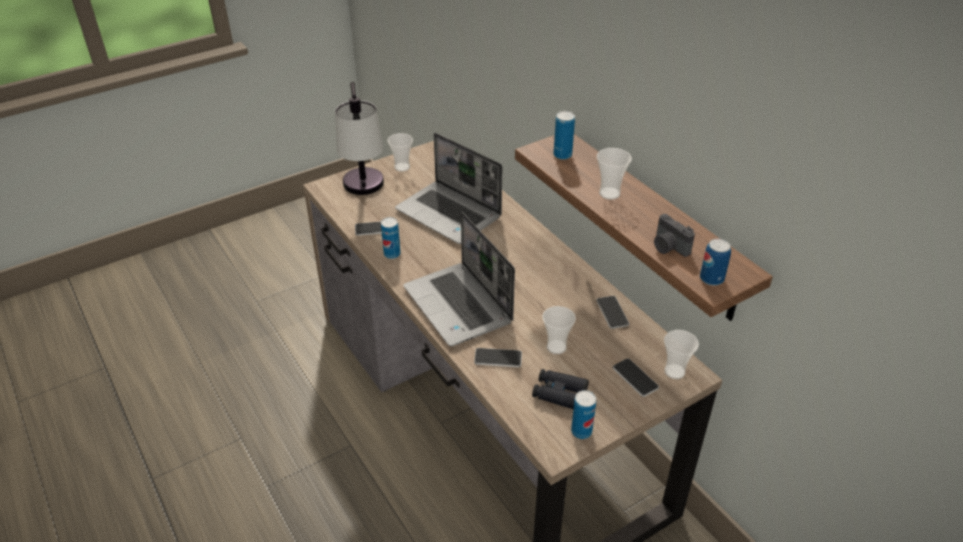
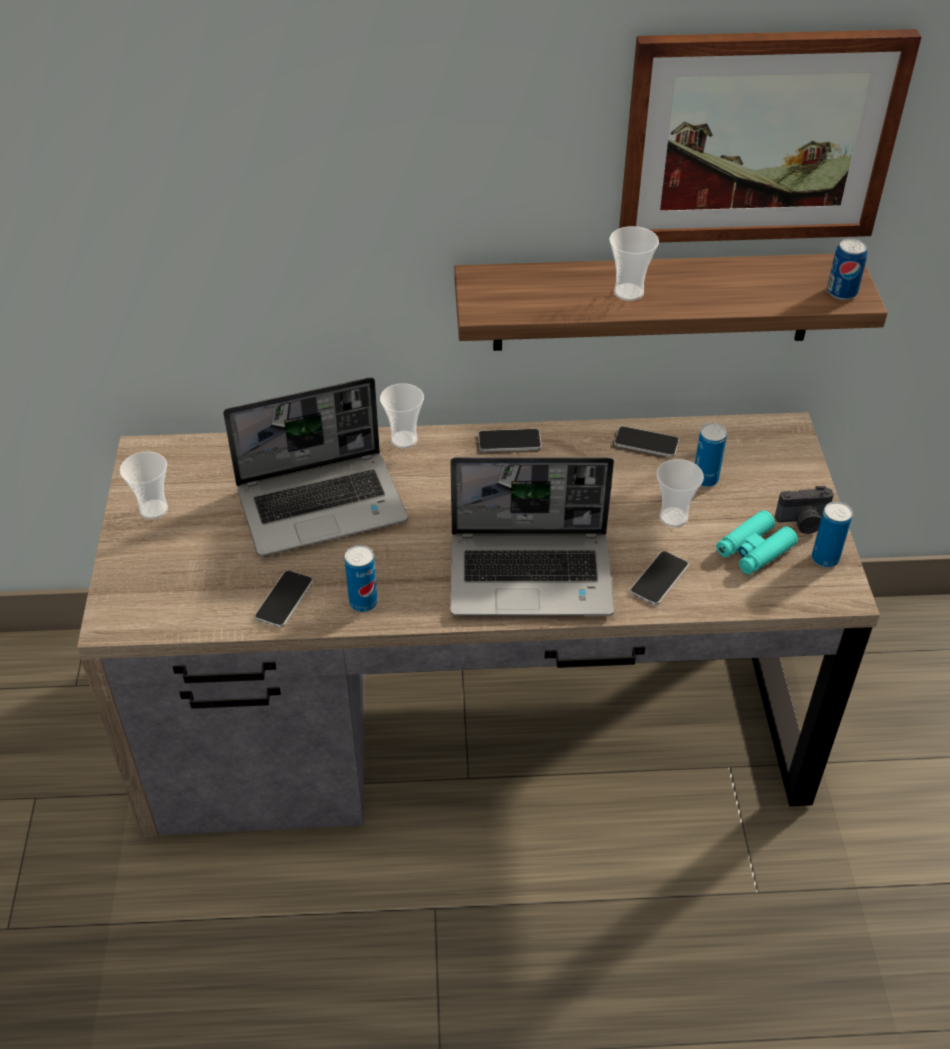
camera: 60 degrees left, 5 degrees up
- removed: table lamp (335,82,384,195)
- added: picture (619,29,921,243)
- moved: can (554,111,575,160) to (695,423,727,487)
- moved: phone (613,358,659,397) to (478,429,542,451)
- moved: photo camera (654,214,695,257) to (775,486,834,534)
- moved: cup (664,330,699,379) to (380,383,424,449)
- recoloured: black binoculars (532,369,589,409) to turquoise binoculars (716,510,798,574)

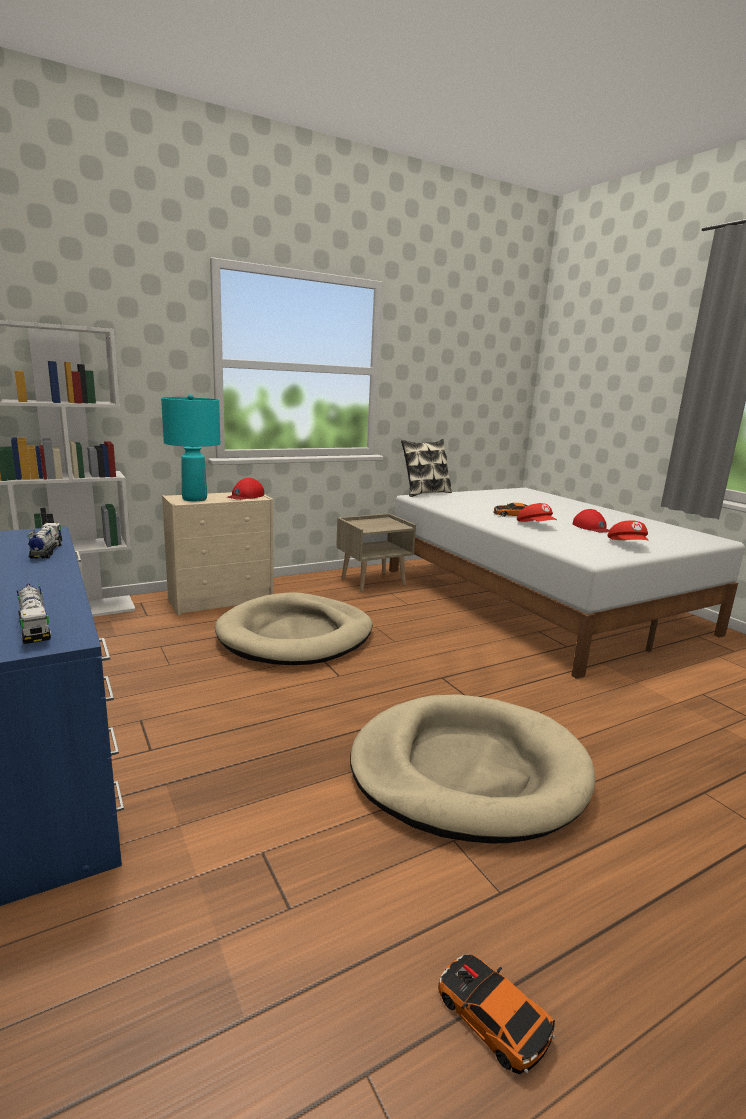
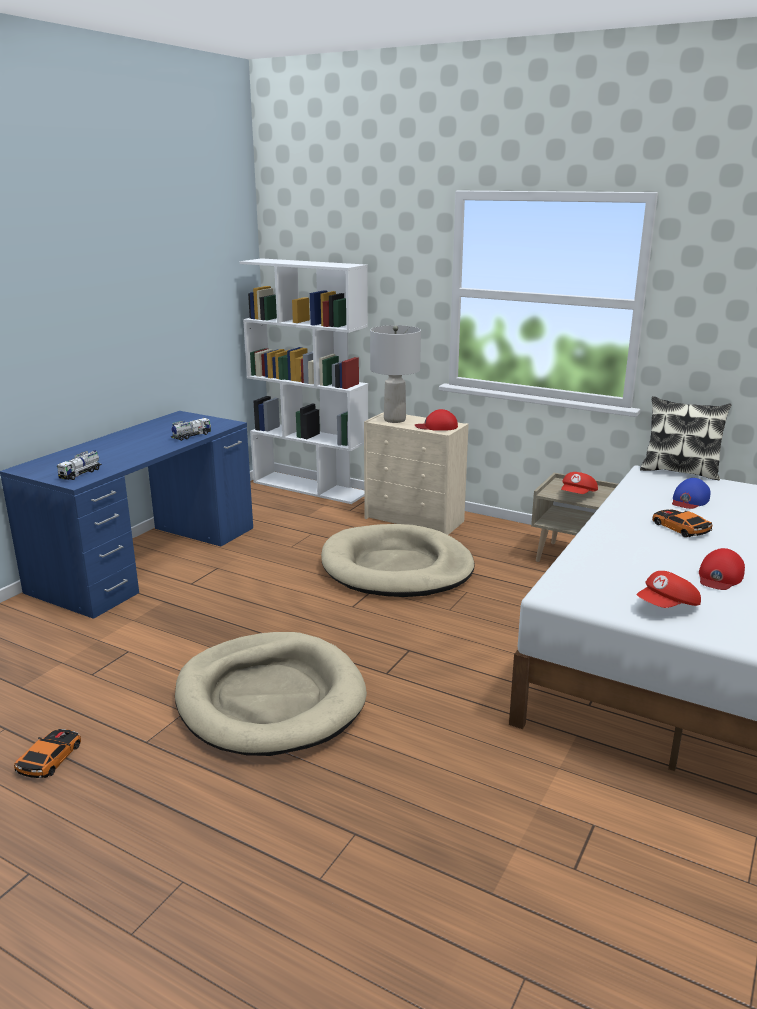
camera: 60 degrees right, 5 degrees up
- added: blue cap (672,478,711,509)
- moved: red cap (517,503,557,522) to (561,472,598,494)
- recoloured: turquoise table lamp (161,394,220,501) to grey table lamp (370,325,421,423)

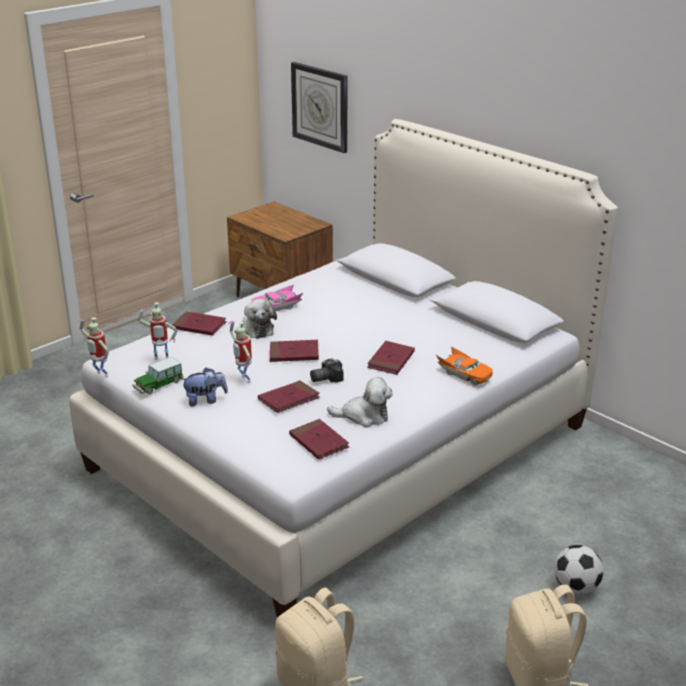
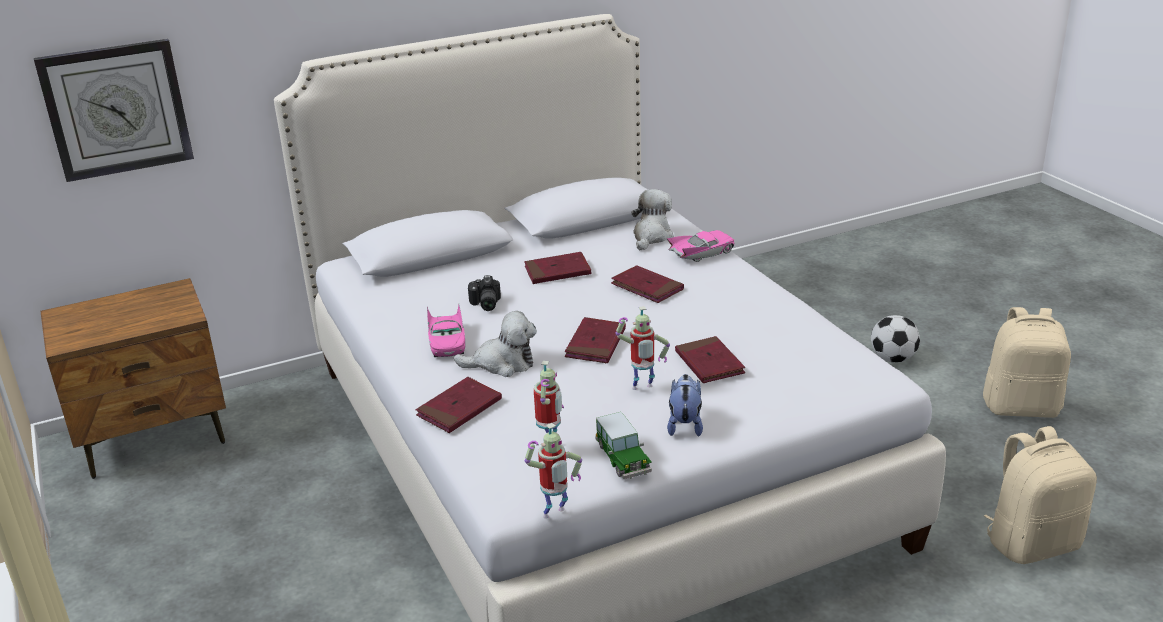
camera: 70 degrees left, 0 degrees up
- moved: red book (289,419,349,460) to (524,252,591,284)
- moved: photo camera (310,358,344,382) to (468,275,501,311)
- moved: plush toy (327,377,393,428) to (631,189,674,250)
- recoloured: orange toy car (436,346,493,386) to pink toy car (667,230,734,262)

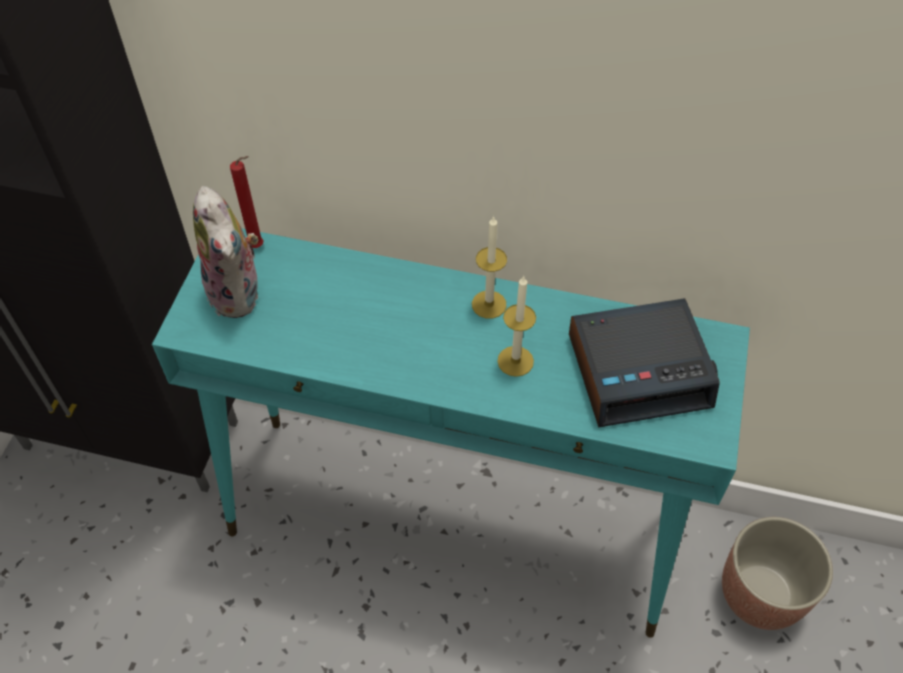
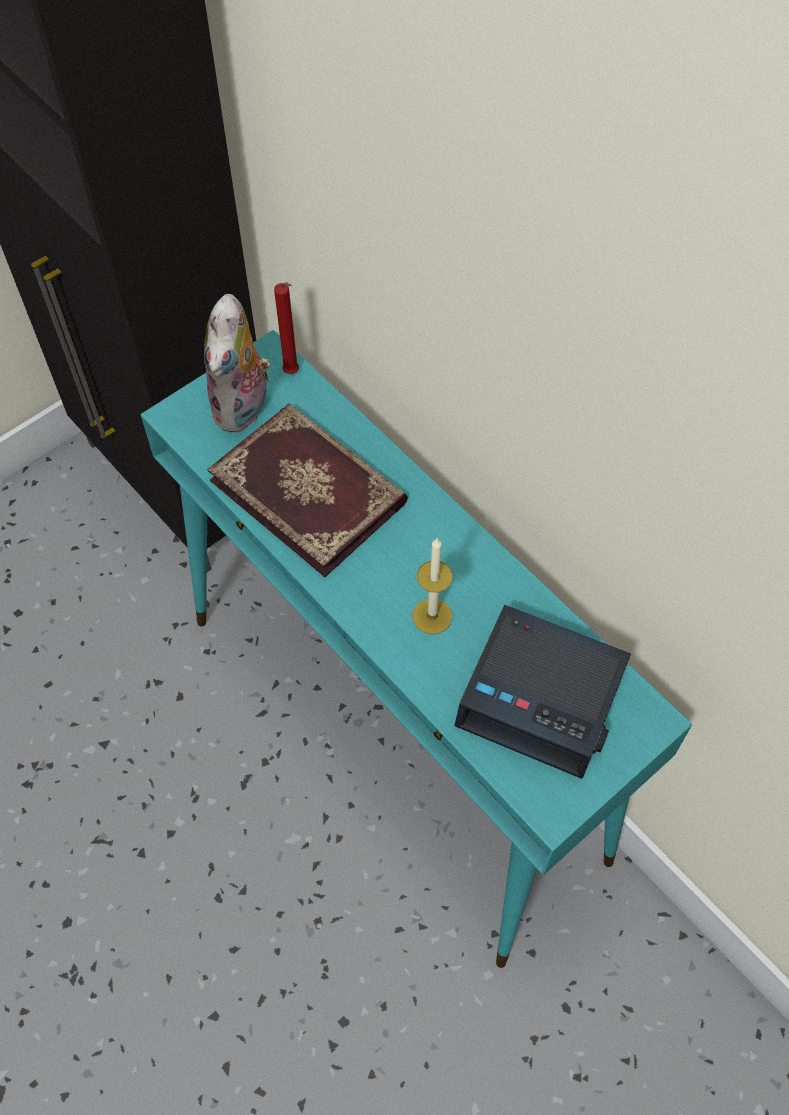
camera: 35 degrees right, 5 degrees up
- removed: candle (472,216,507,319)
- removed: planter (722,517,833,630)
- added: book (207,403,408,577)

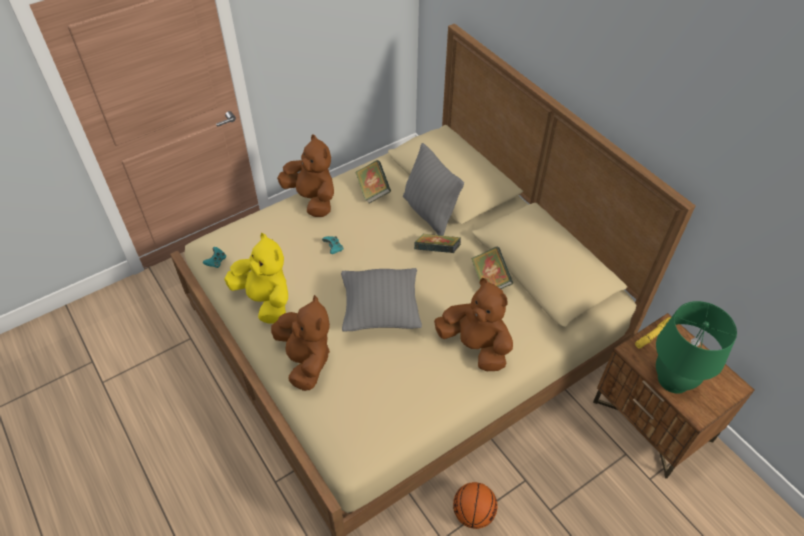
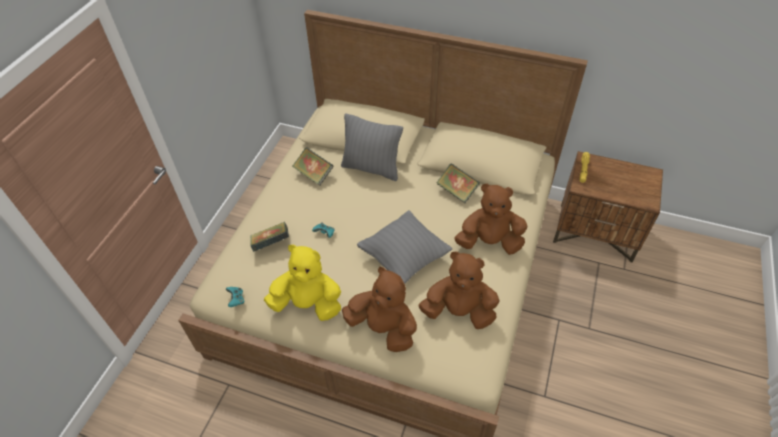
camera: 35 degrees left, 0 degrees up
- removed: basketball (453,482,497,529)
- removed: green table lamp (656,301,737,394)
- moved: brown plush toy (277,135,334,217) to (418,251,500,329)
- moved: book (414,234,461,253) to (250,222,289,252)

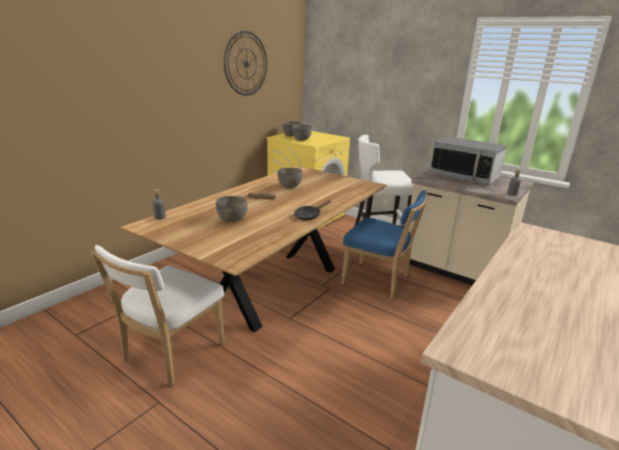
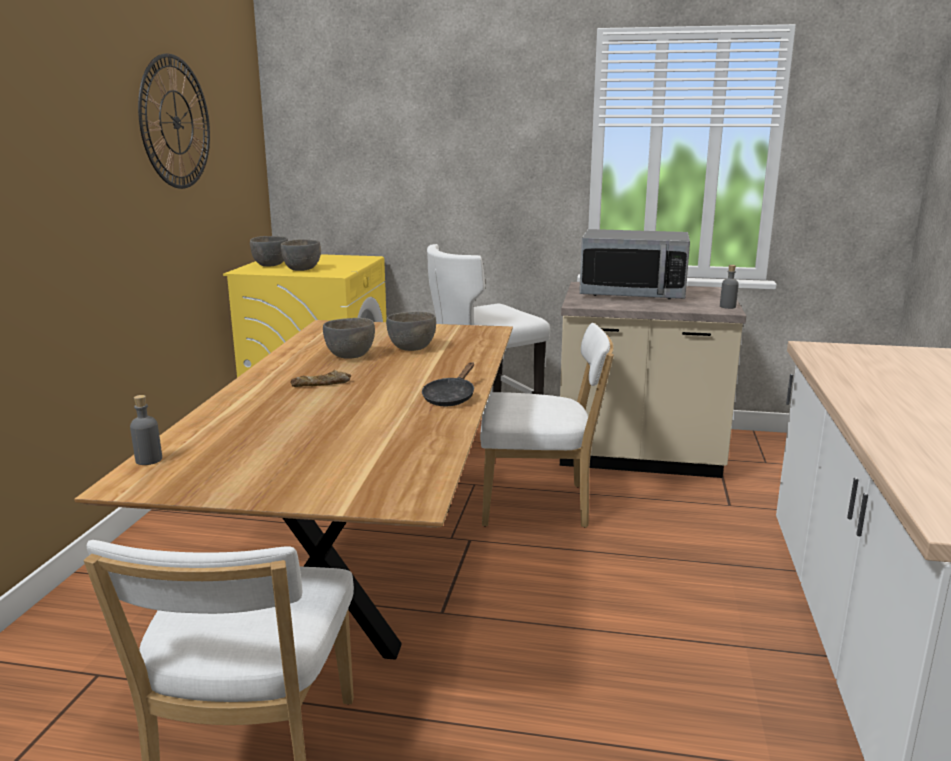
camera: 25 degrees left, 5 degrees down
- moved: grey bowl (216,196,247,222) to (386,311,436,351)
- recoloured: blue chair (341,190,429,299) to white chair (480,323,614,528)

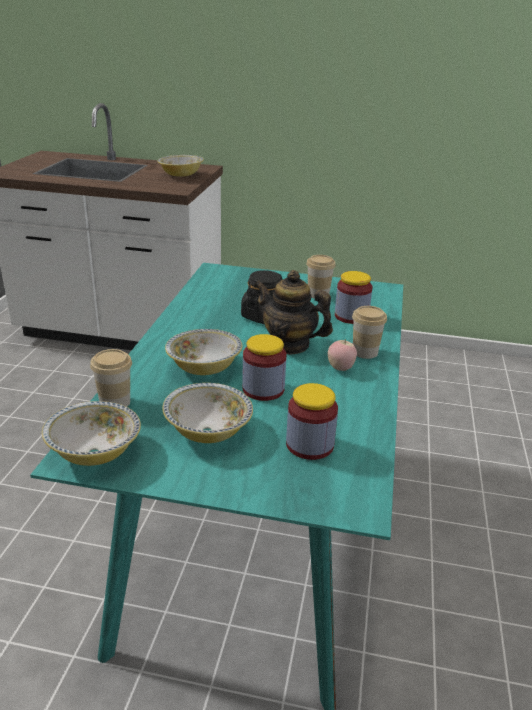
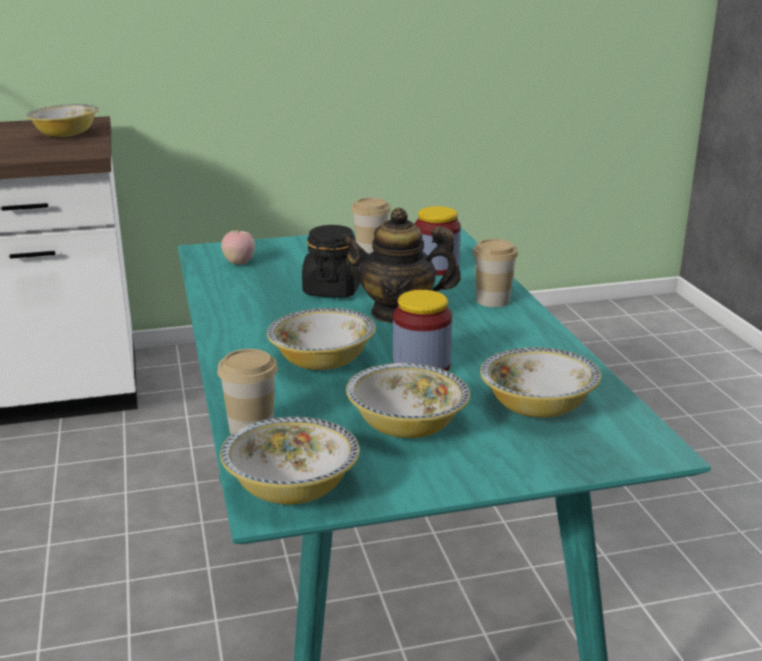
camera: 25 degrees left, 5 degrees down
- moved: apple (328,339,357,371) to (221,227,255,265)
- replaced: jar (286,383,338,460) to bowl (480,347,601,418)

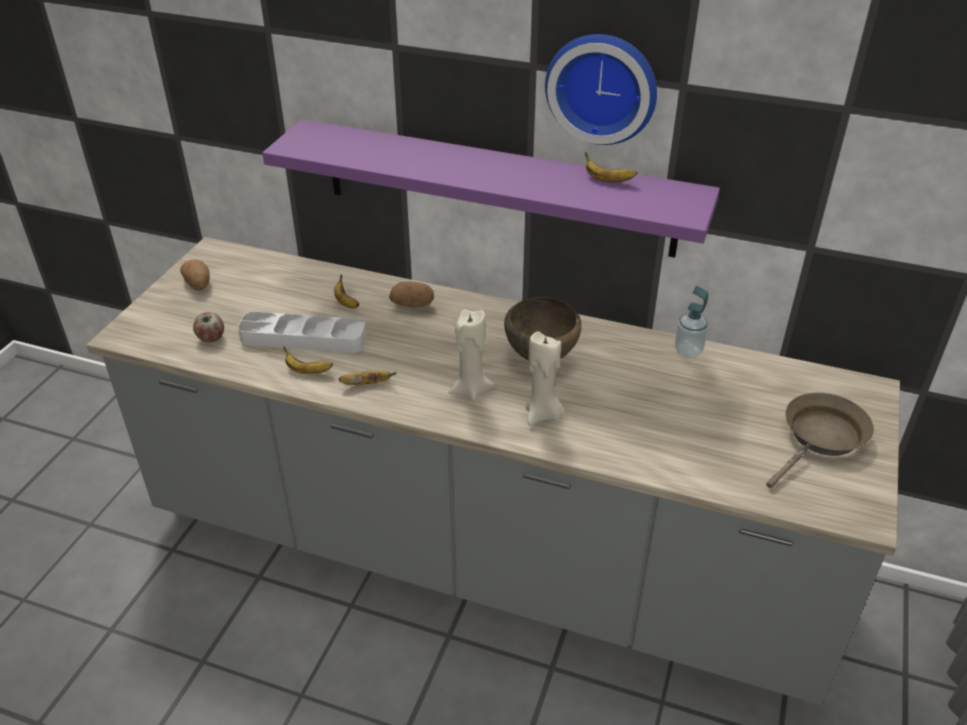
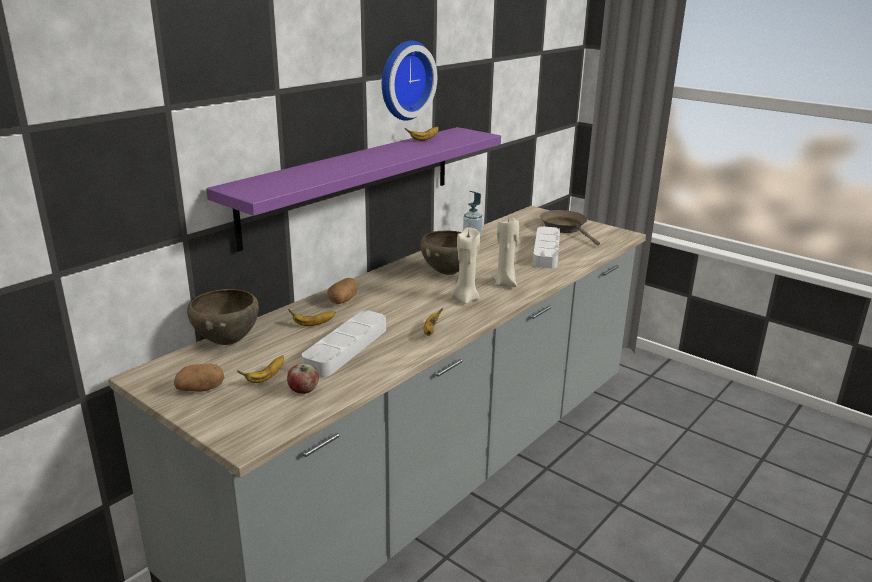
camera: 70 degrees left, 15 degrees down
- added: brown bowl (187,289,259,345)
- added: grey tray (533,226,560,268)
- moved: banana (283,346,333,374) to (237,355,284,383)

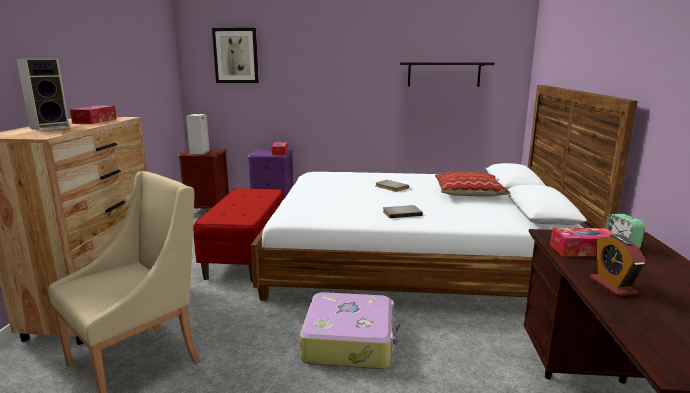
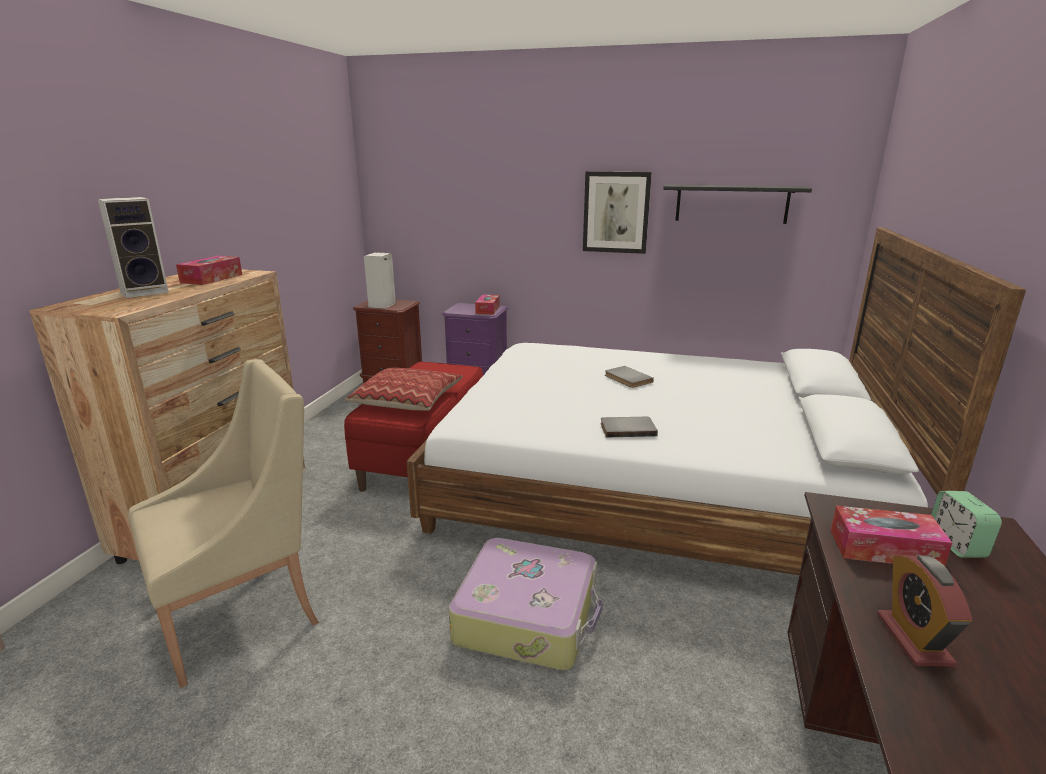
camera: 10 degrees right, 5 degrees up
- moved: picture (212,28,259,83) to (583,171,652,254)
- moved: pillow (435,172,510,197) to (345,368,463,411)

